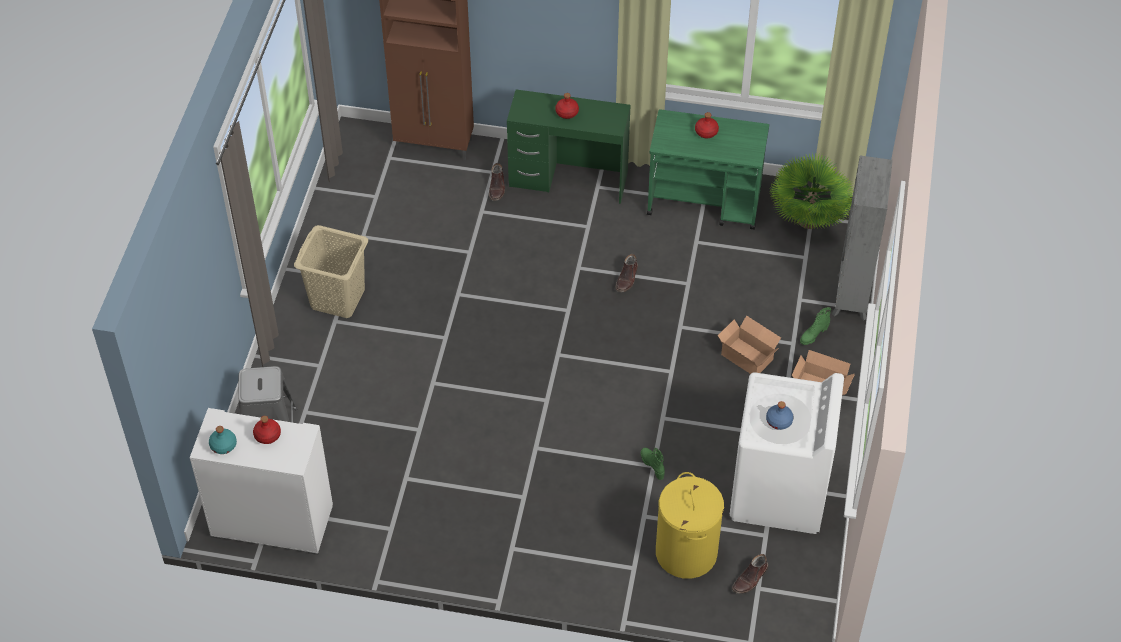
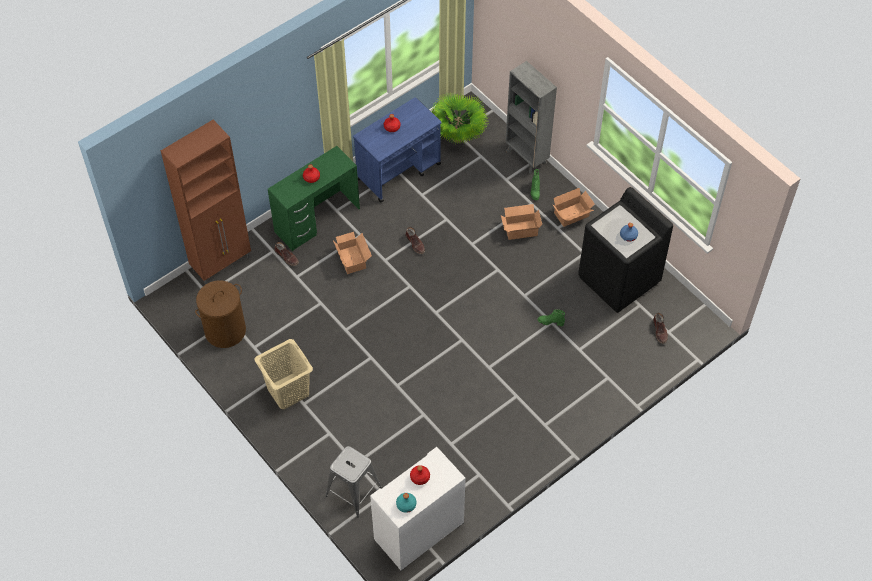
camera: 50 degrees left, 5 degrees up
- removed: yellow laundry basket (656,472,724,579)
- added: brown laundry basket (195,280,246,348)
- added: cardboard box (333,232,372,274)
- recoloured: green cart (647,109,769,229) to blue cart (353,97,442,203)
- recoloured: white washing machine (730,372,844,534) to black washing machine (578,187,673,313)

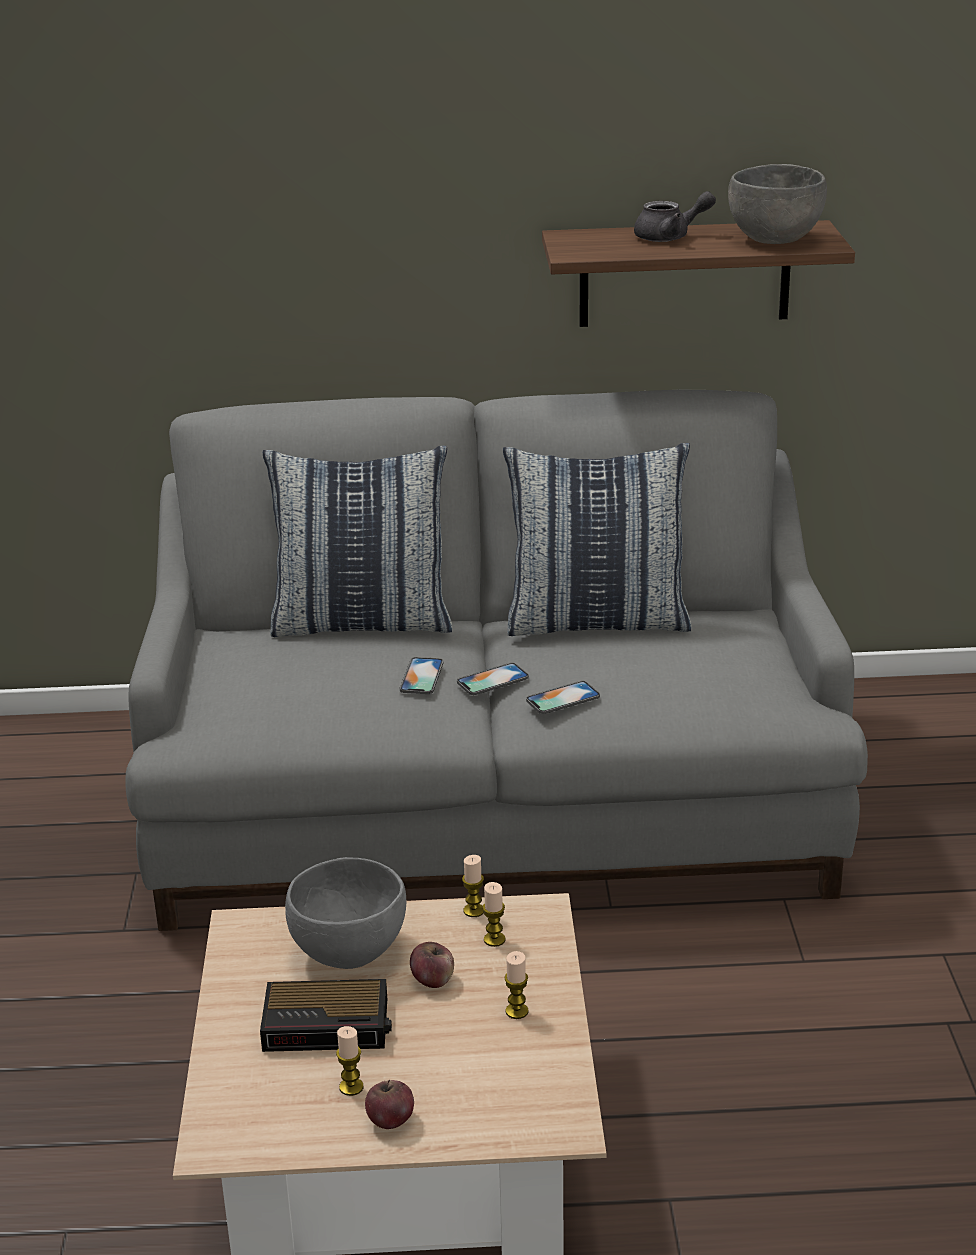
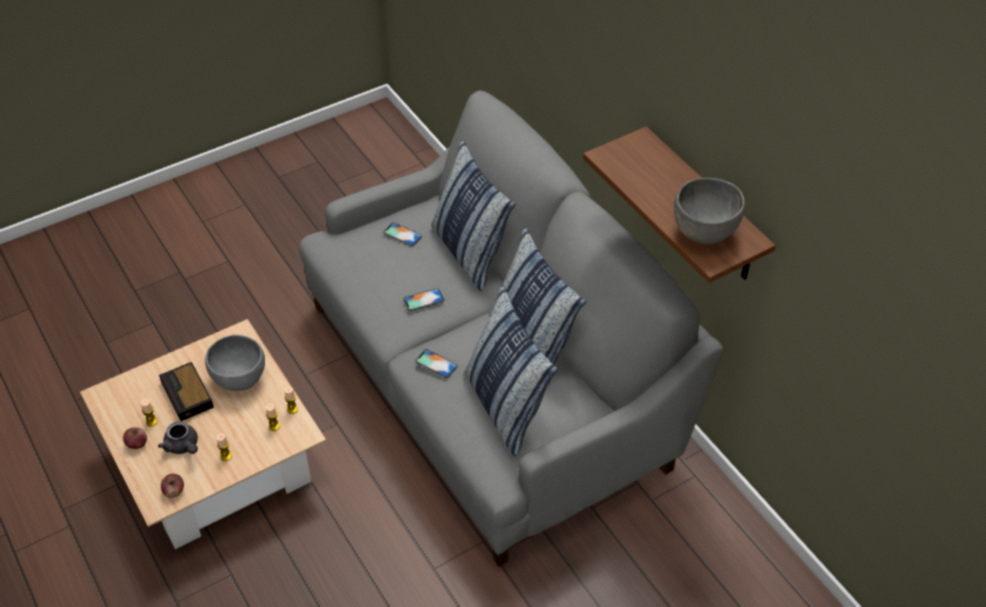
camera: 60 degrees right, 20 degrees up
- added: pillow (464,285,558,456)
- moved: apple (410,942,454,988) to (161,474,184,498)
- moved: phone (457,663,529,695) to (384,222,422,246)
- moved: grey teapot (634,191,716,242) to (158,422,198,454)

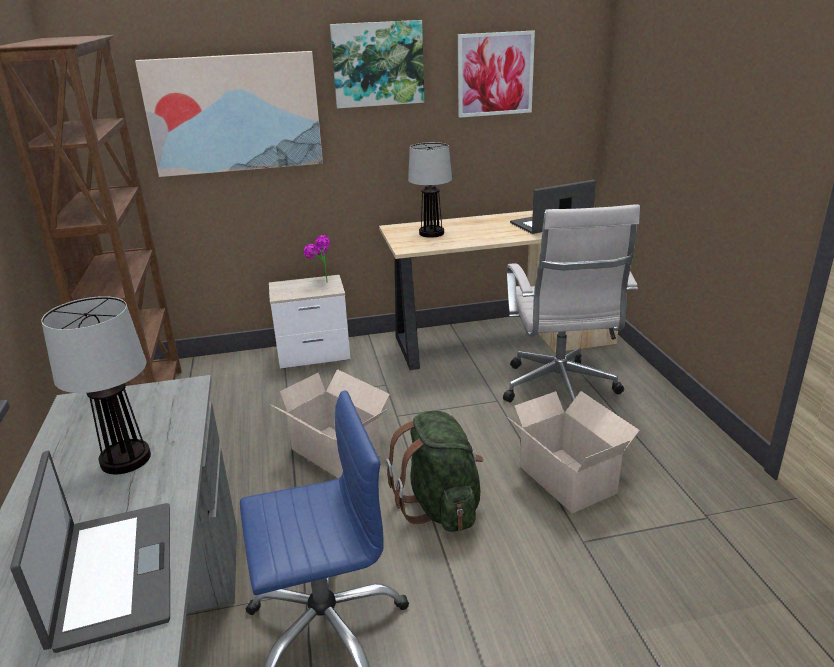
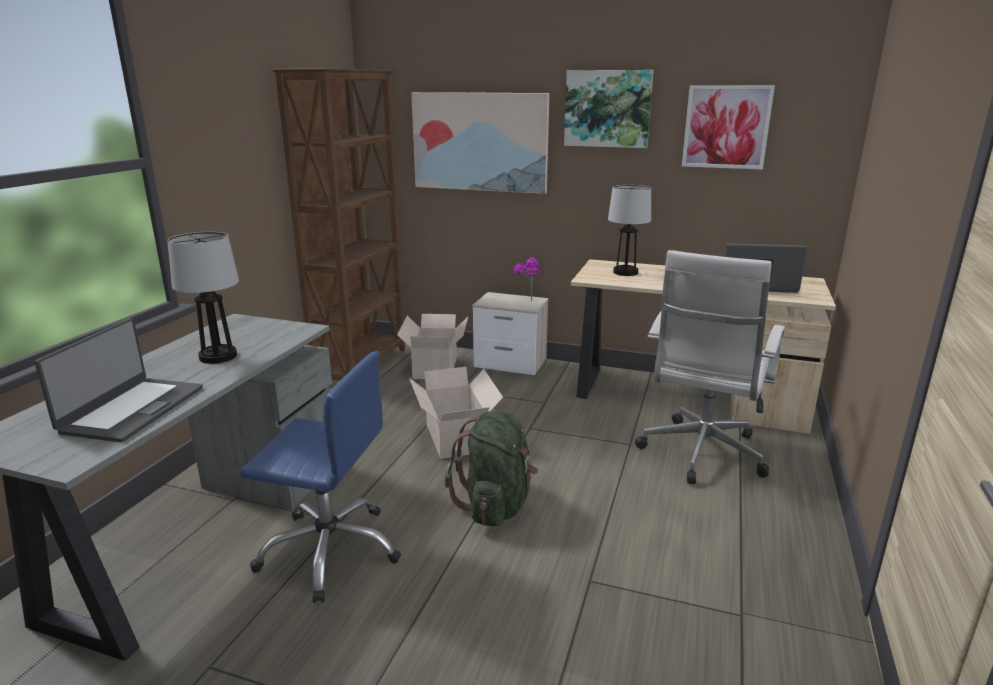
camera: 30 degrees right, 5 degrees down
- moved: cardboard box (507,391,640,513) to (397,314,468,379)

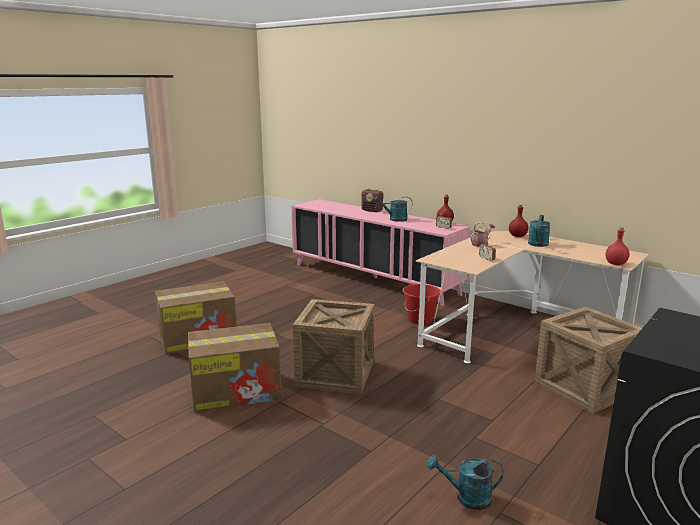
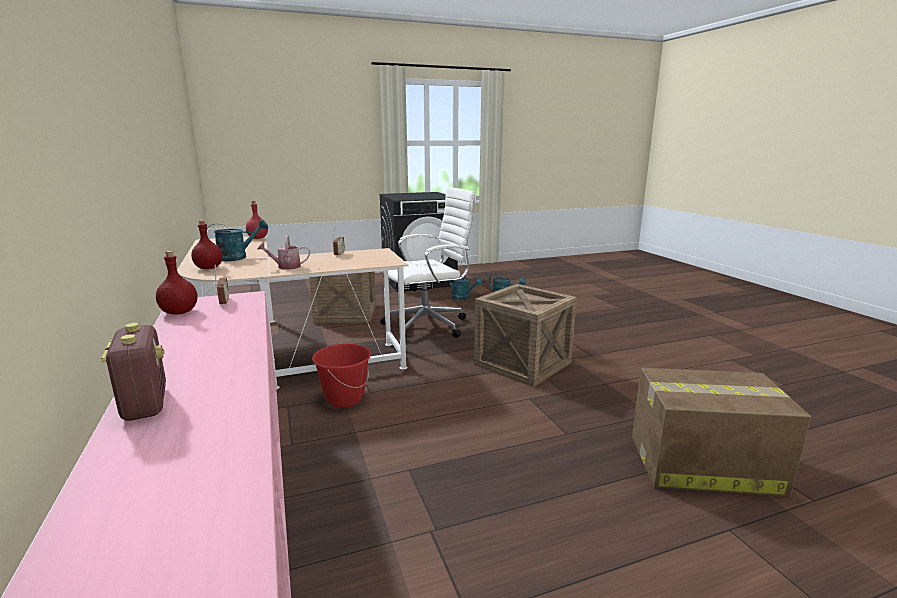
camera: 150 degrees left, 0 degrees up
- removed: cardboard box (188,323,282,413)
- added: white office chair (380,187,476,341)
- moved: turquoise watering can (374,195,412,222) to (449,277,482,300)

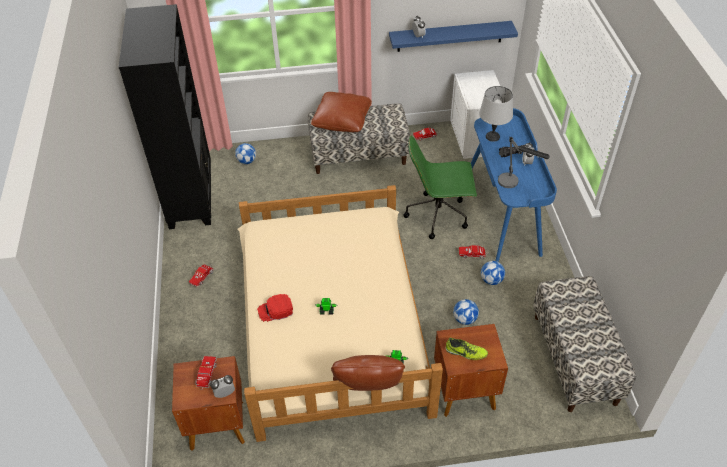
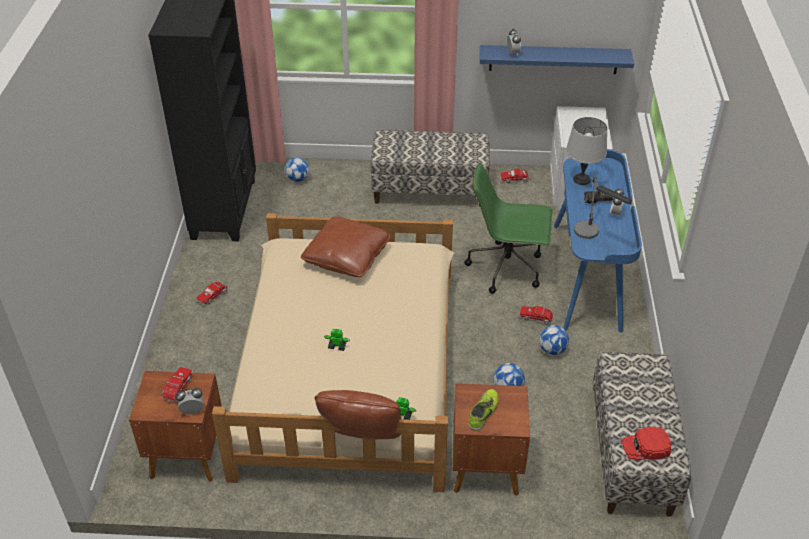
camera: 10 degrees right, 5 degrees down
- moved: red cap (257,294,293,322) to (622,426,671,460)
- moved: brown pillow (311,92,372,132) to (301,216,390,277)
- turned: shoe (445,338,488,360) = (468,389,498,431) 90 degrees counterclockwise

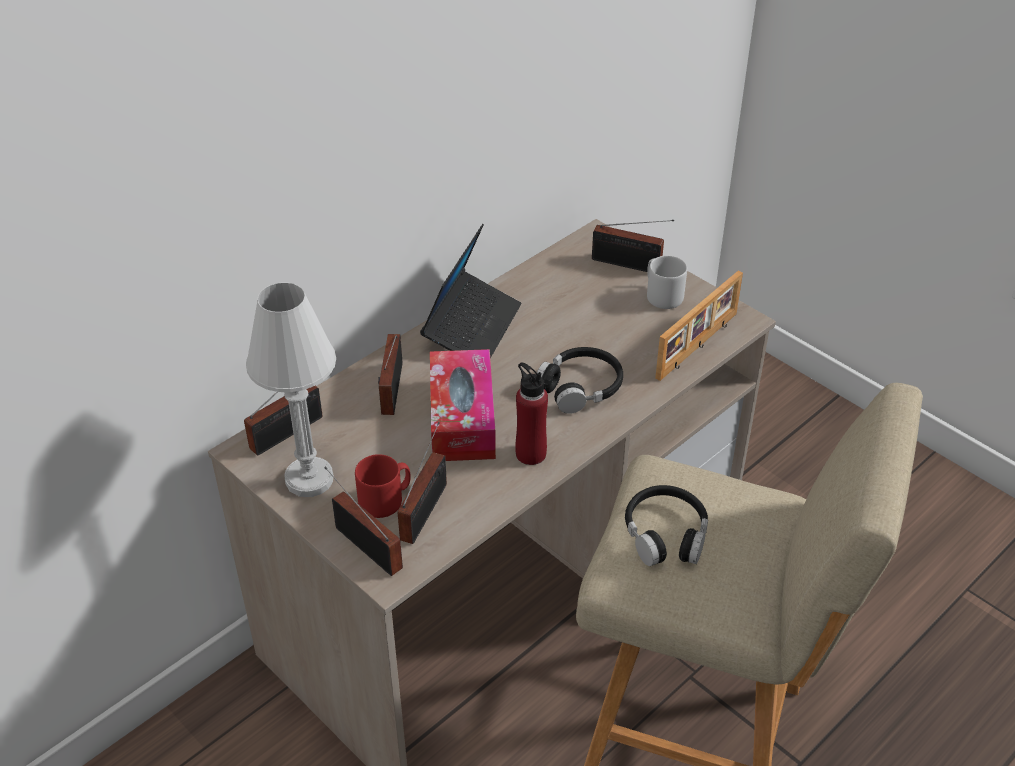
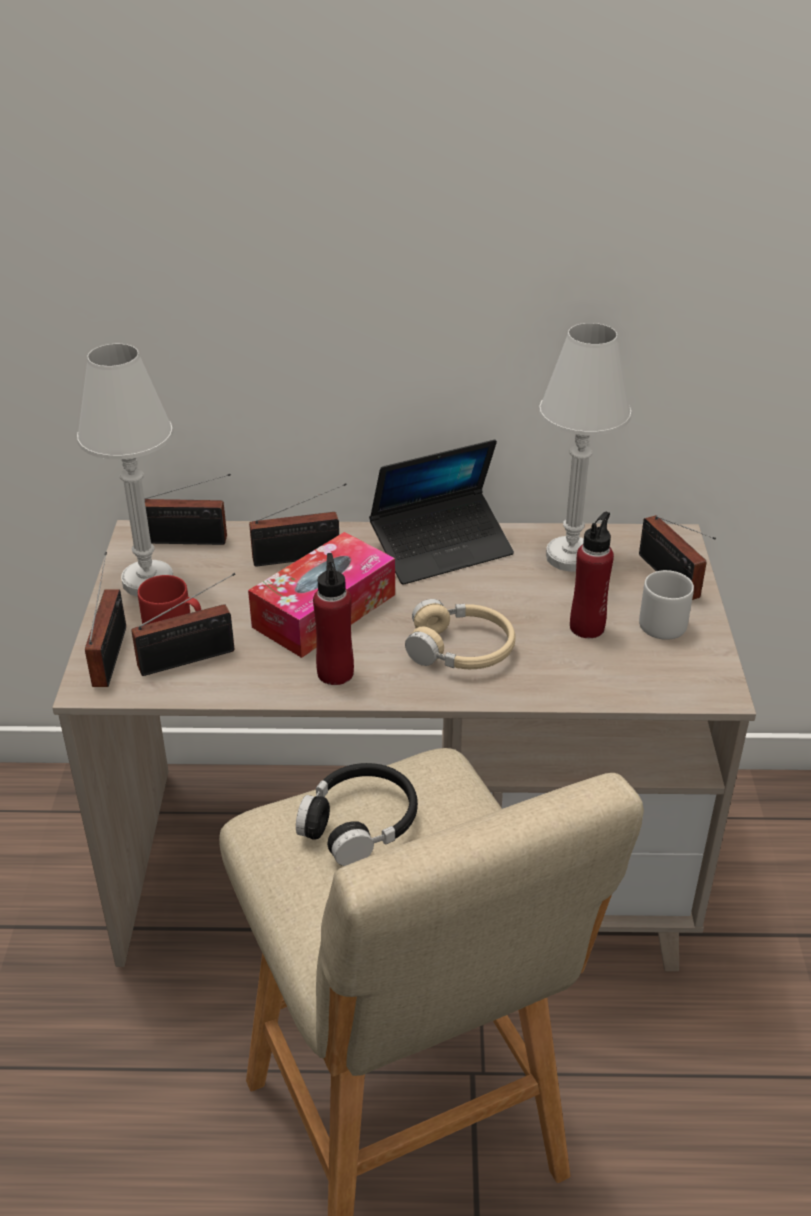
camera: 45 degrees right, 5 degrees down
- removed: picture frame (655,271,743,381)
- added: white table lamp (539,323,632,572)
- added: red bottle (570,512,614,638)
- recoloured: black headphones (537,347,623,414) to beige headphones (405,599,516,669)
- turned: radio (378,334,402,415) = (249,483,347,566) 150 degrees counterclockwise

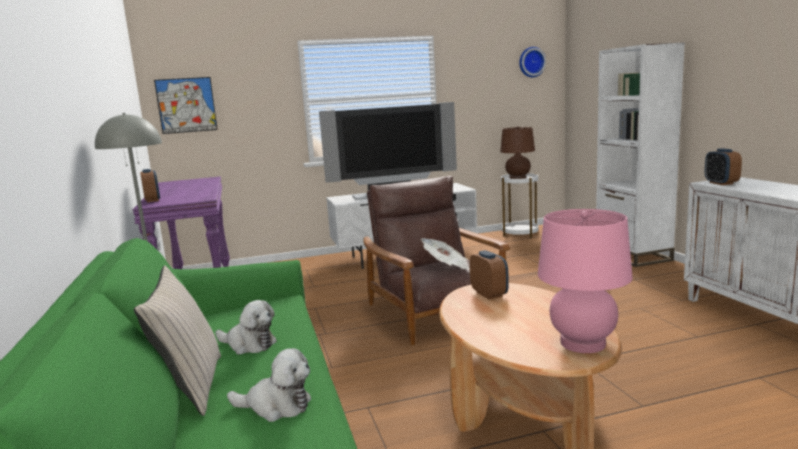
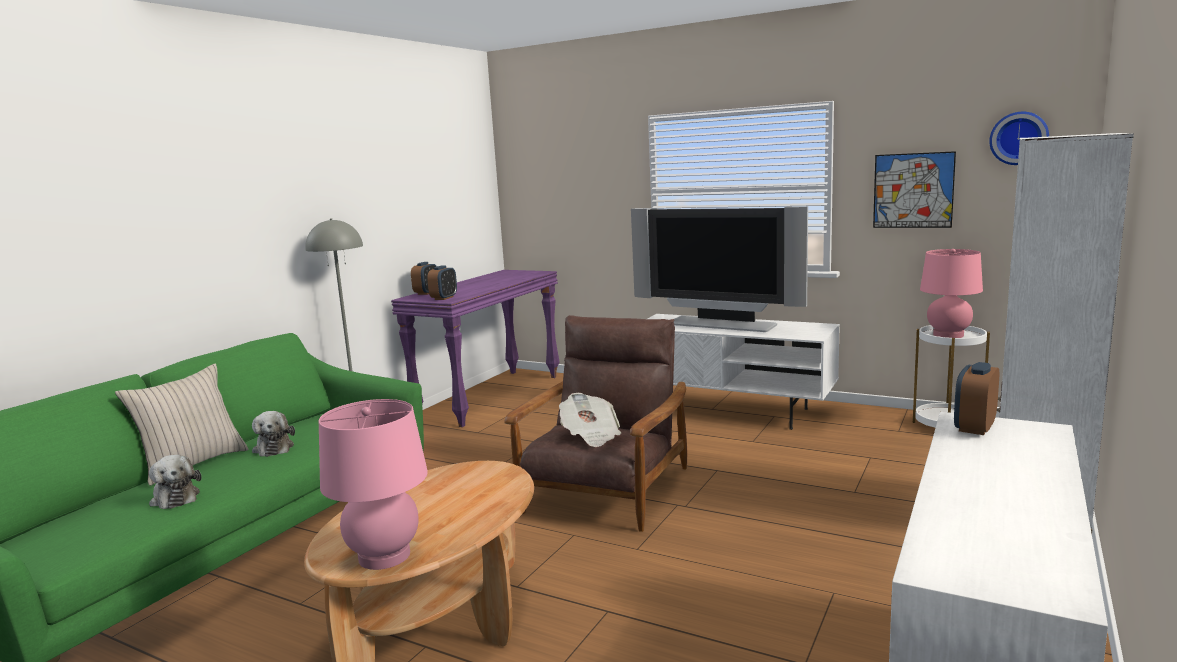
camera: 45 degrees right, 0 degrees up
- moved: picture (154,77,218,134) to (873,151,956,228)
- moved: alarm clock (469,250,509,300) to (427,265,457,300)
- recoloured: brown table lamp (500,126,535,179) to pink table lamp (920,249,983,338)

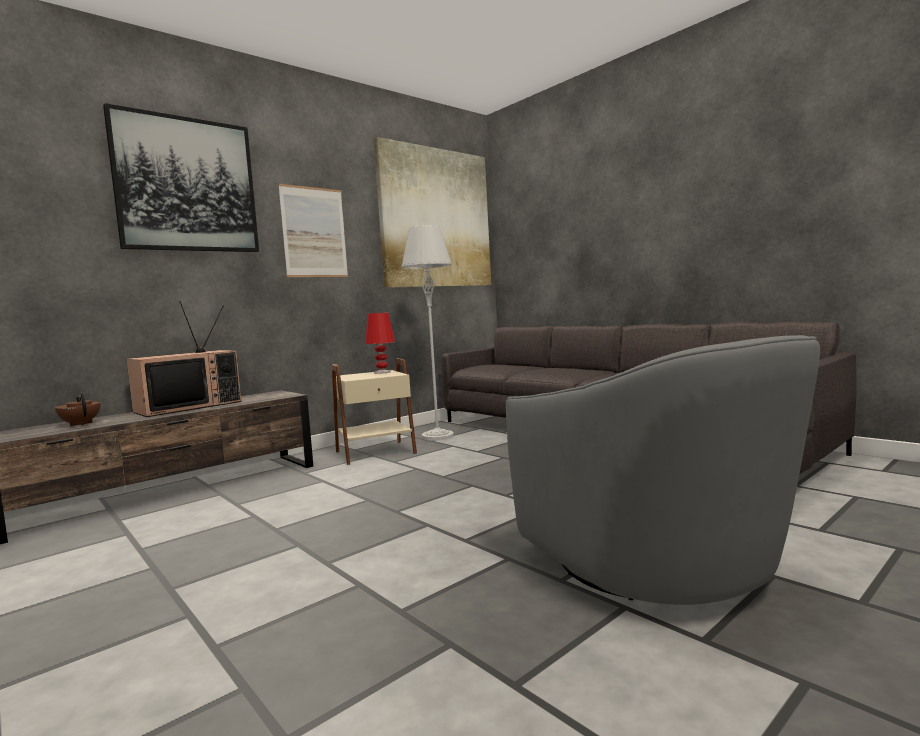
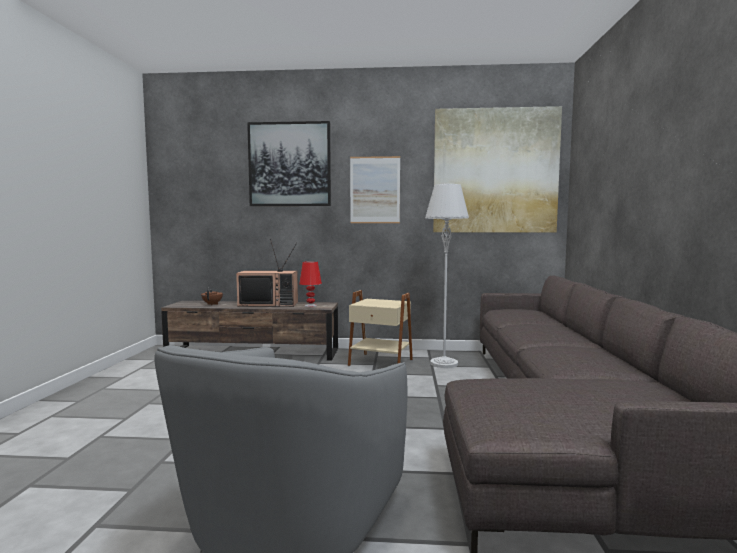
camera: 45 degrees right, 0 degrees up
- moved: red table lamp (365,312,395,374) to (299,261,322,307)

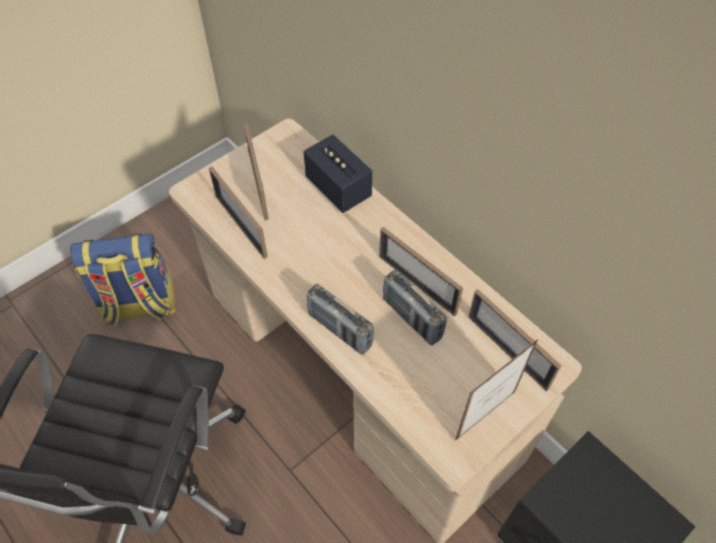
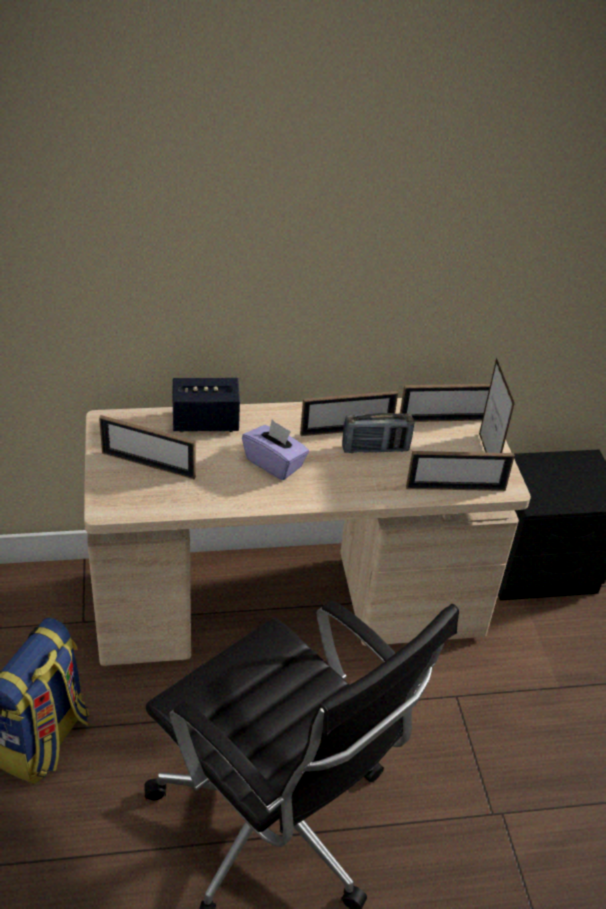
camera: 60 degrees left, 15 degrees down
- removed: radio (306,284,374,355)
- added: purple tissue box (242,420,309,480)
- moved: picture frame (209,167,268,259) to (406,451,515,491)

